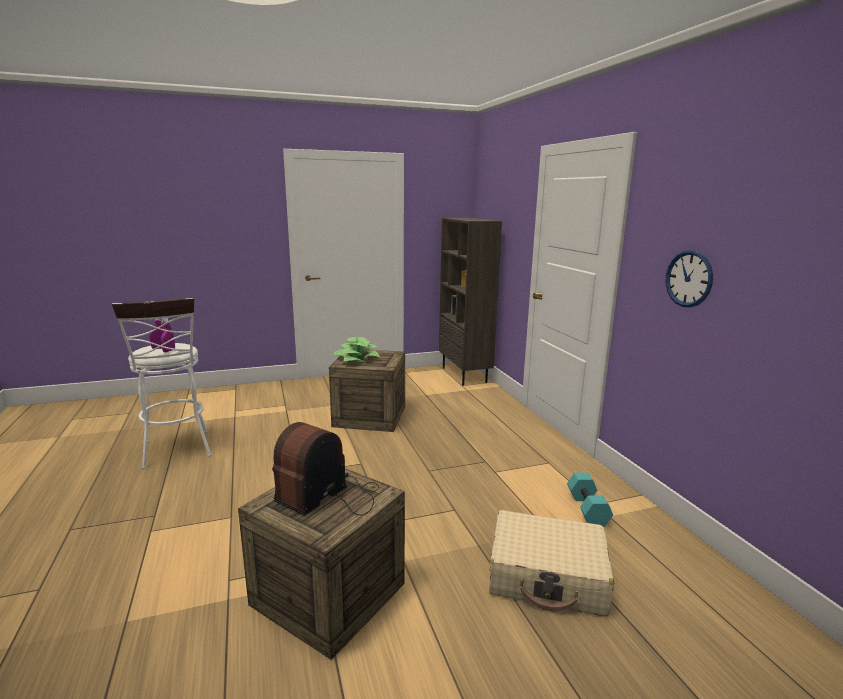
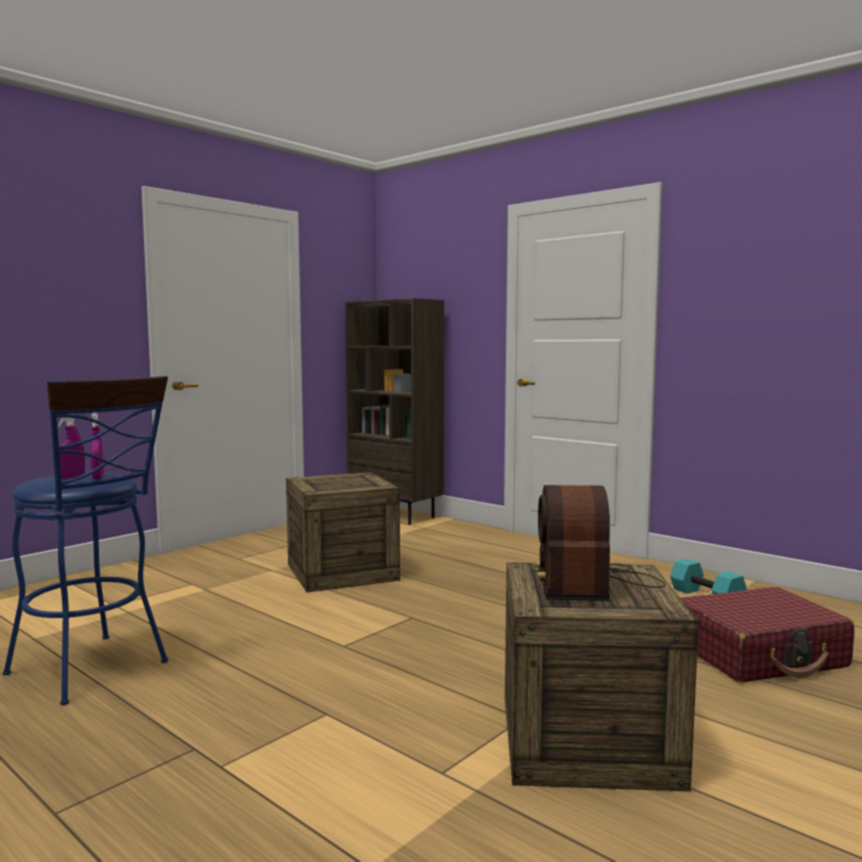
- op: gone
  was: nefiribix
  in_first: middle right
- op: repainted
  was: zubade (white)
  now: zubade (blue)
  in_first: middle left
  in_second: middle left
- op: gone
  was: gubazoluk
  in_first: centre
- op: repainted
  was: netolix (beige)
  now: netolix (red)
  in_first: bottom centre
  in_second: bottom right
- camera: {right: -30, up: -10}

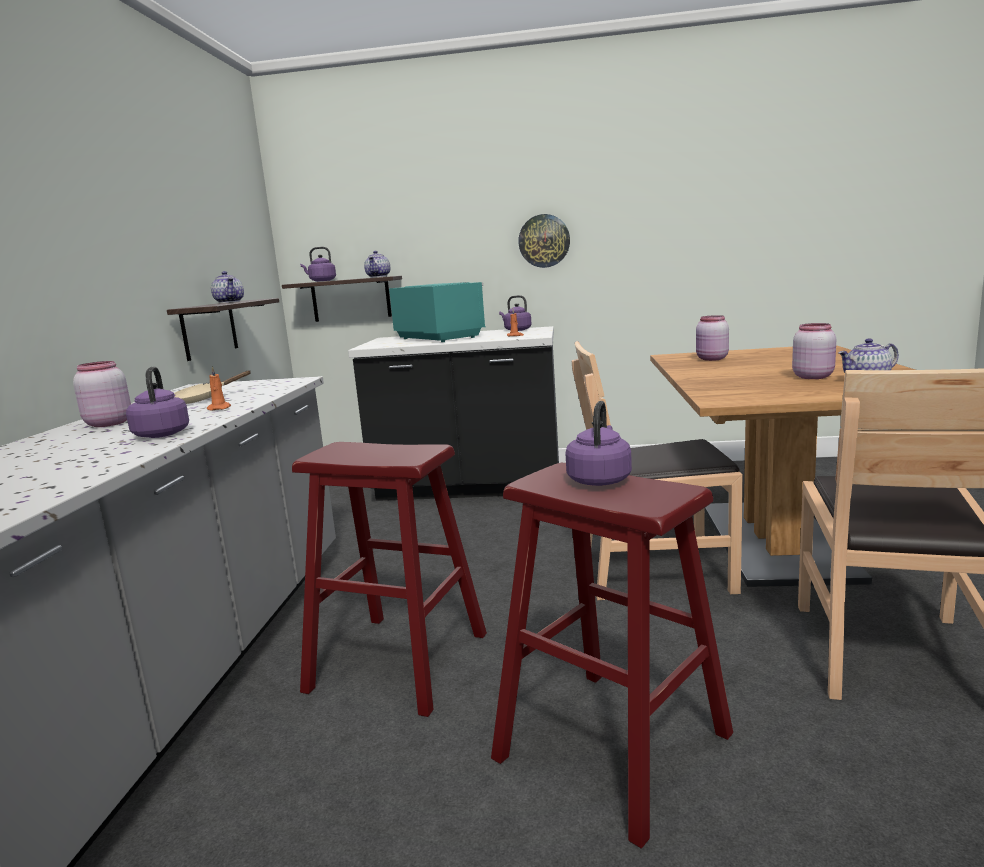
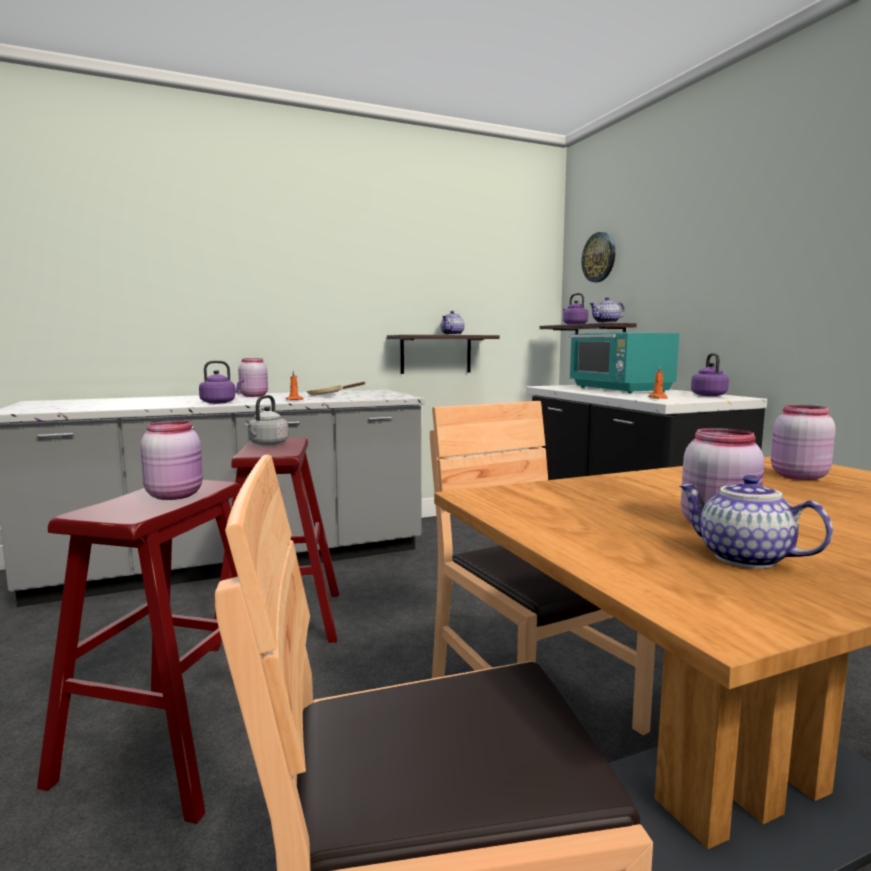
- op: shifted
  was: nefiribix
  in_first: top centre
  in_second: top right
- op: rotated
  was: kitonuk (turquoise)
  in_first: centre
  in_second: middle right
  clockwise: 135
- op: swapped
  was: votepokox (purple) (no. 4 from left)
  now: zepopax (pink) (no. 1 from left)
  in_first: centre
  in_second: middle left
- op: new
  now: votepokox (grey)
  in_second: middle left
- camera: {right: 60, up: -5}

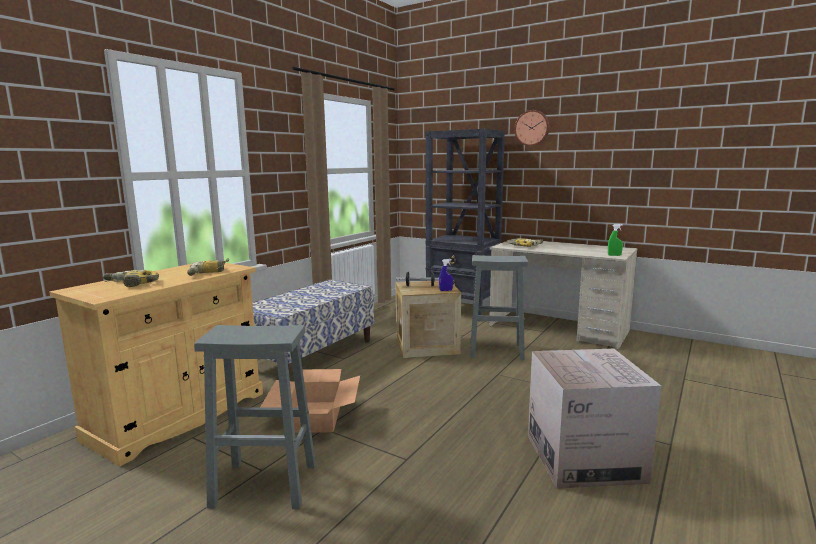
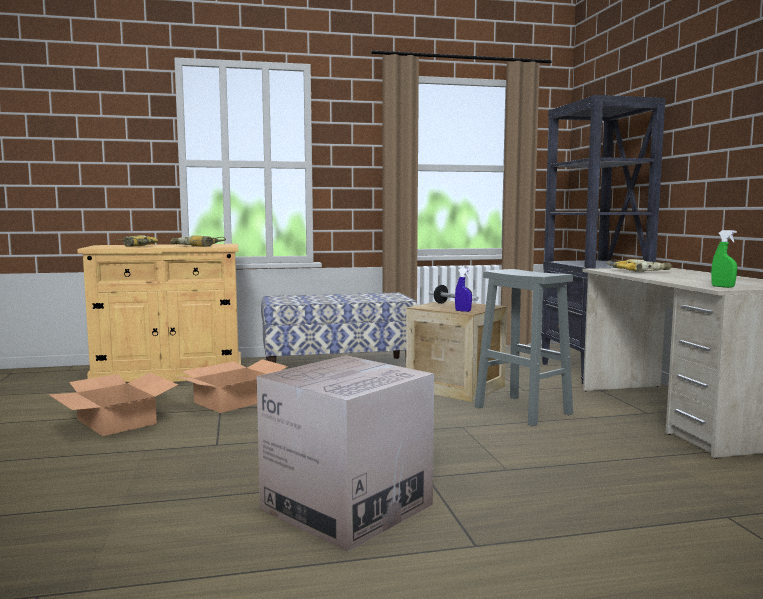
- op: gone
  was: nefiribix
  in_first: top centre
- op: swapped
  was: zubade (grey) (no. 1 from left)
  now: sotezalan (no. 1 from left)
  in_first: bottom left
  in_second: bottom left
- camera: {right: 45, up: -5}

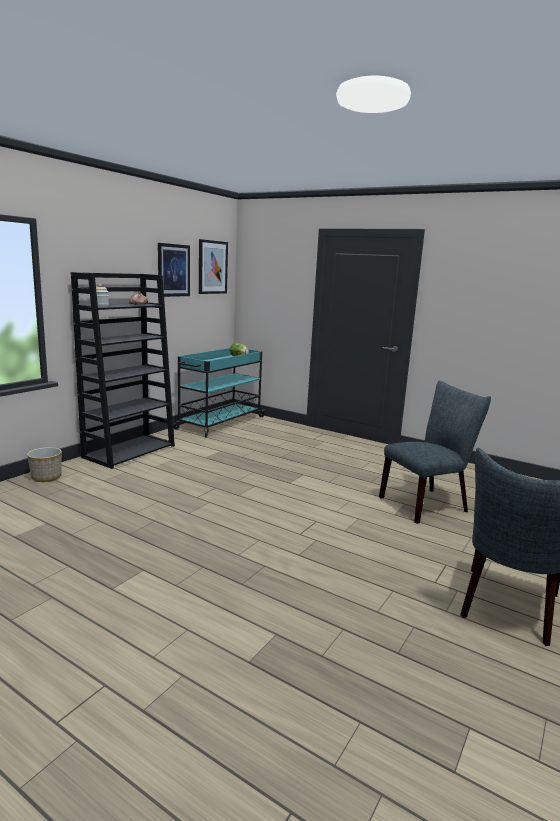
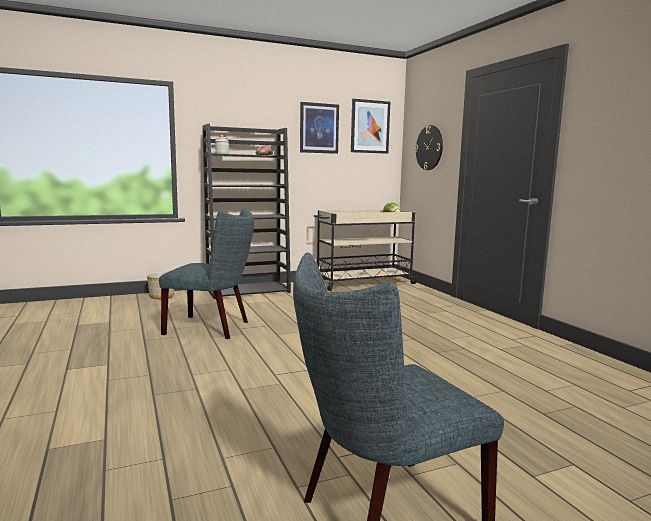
- op: repainted
  was: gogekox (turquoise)
  now: gogekox (beige)
  in_first: centre
  in_second: centre
- op: shifted
  was: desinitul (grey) (no. 1 from left)
  in_first: middle right
  in_second: middle left
- op: new
  now: nefiribix
  in_second: top centre
- camera: {right: 35, up: -5}

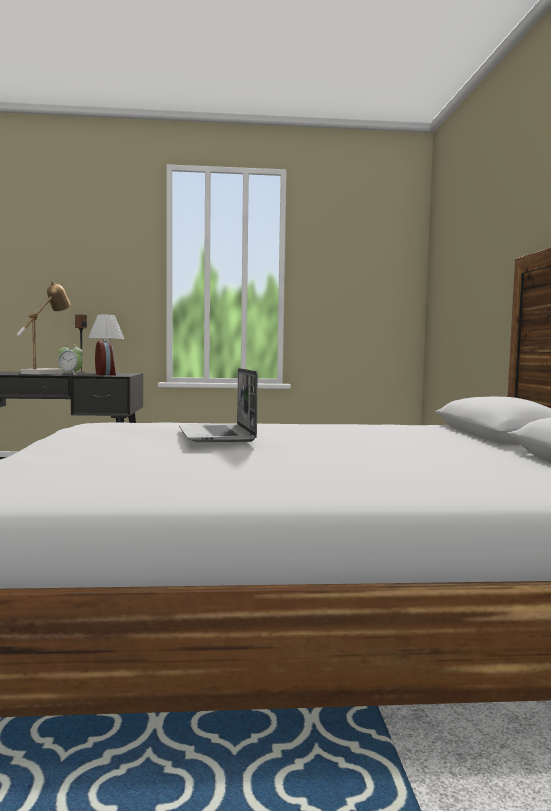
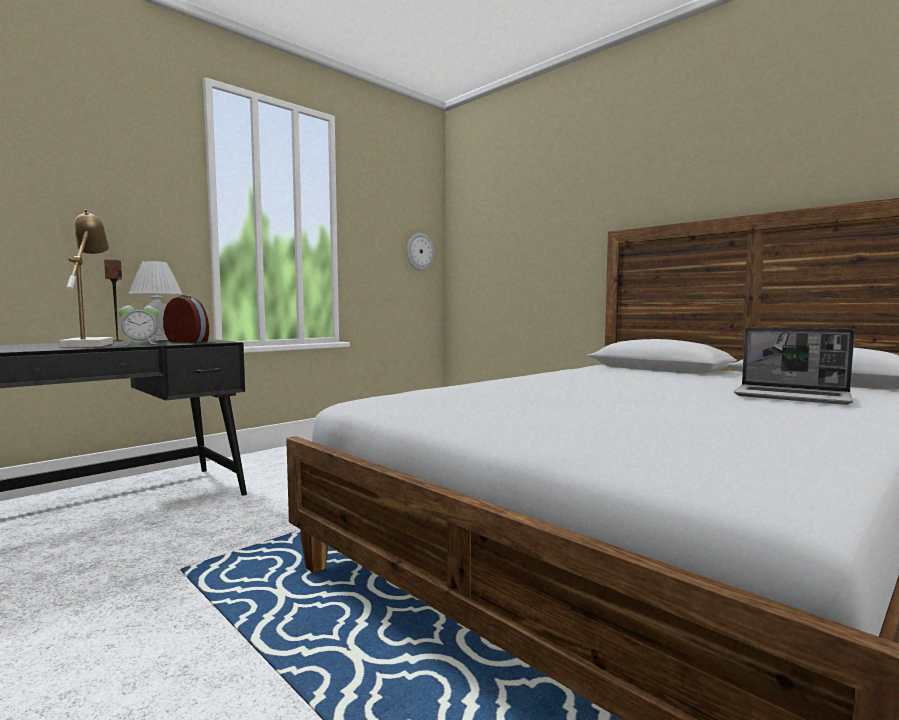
- op: shifted
  was: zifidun
  in_first: centre
  in_second: middle right
- op: new
  now: nefiribix
  in_second: centre
- camera: {right: -40, up: 0}

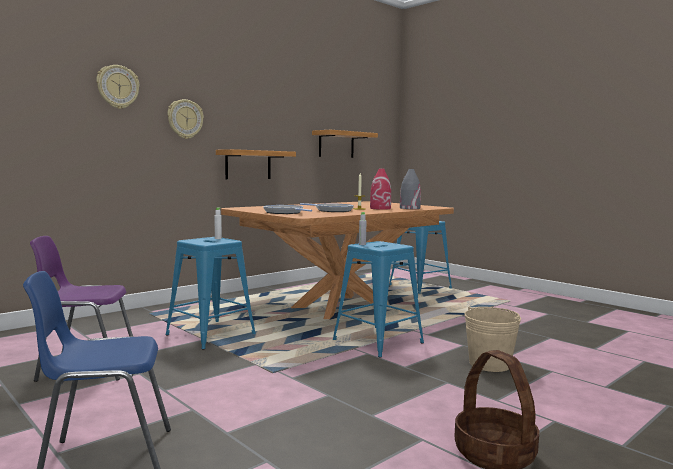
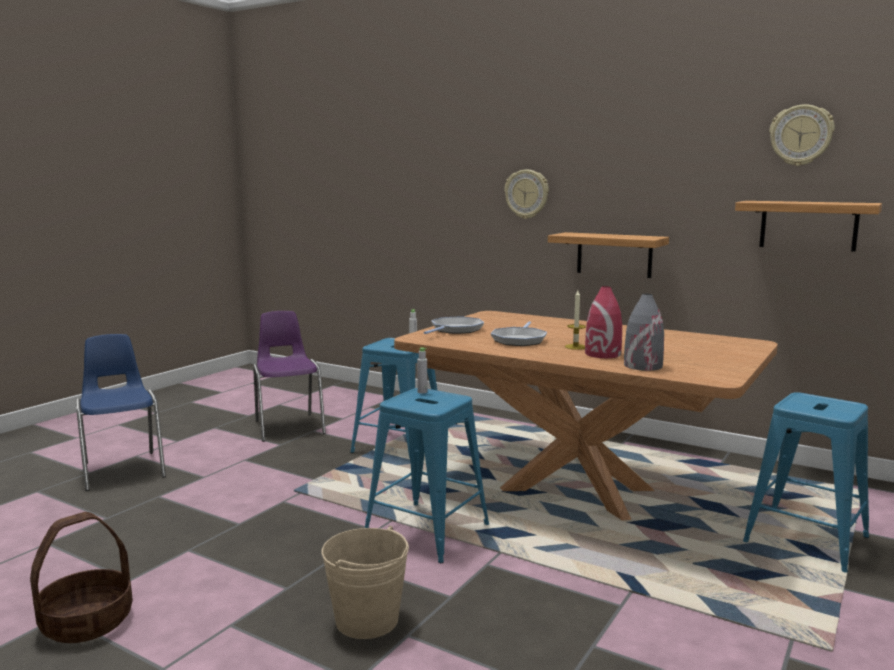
- op: shifted
  was: nefiribix (no. 1 from left in the first image)
  now: nefiribix (no. 2 from left)
  in_first: top left
  in_second: top right
- camera: {right: 75, up: 5}

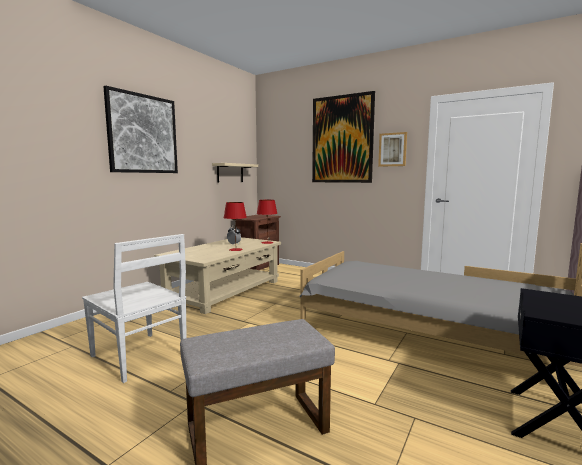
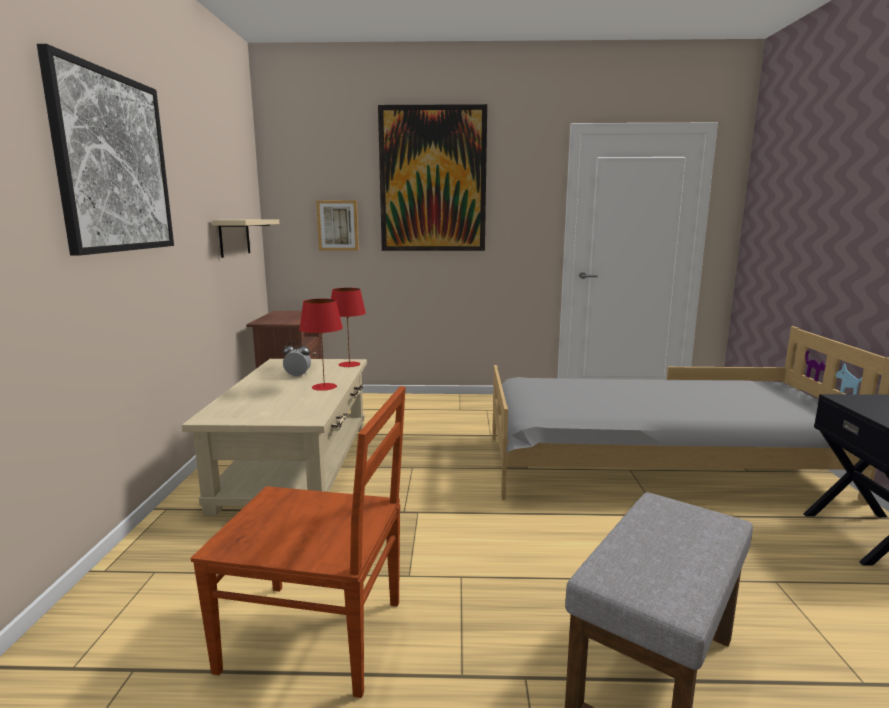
- op: shifted
  was: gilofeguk (no. 3 from left in the first image)
  now: gilofeguk (no. 2 from left)
  in_first: top right
  in_second: top centre
- op: repainted
  was: desinitul (white)
  now: desinitul (brown)
  in_first: middle left
  in_second: bottom centre
- camera: {right: -30, up: 5}

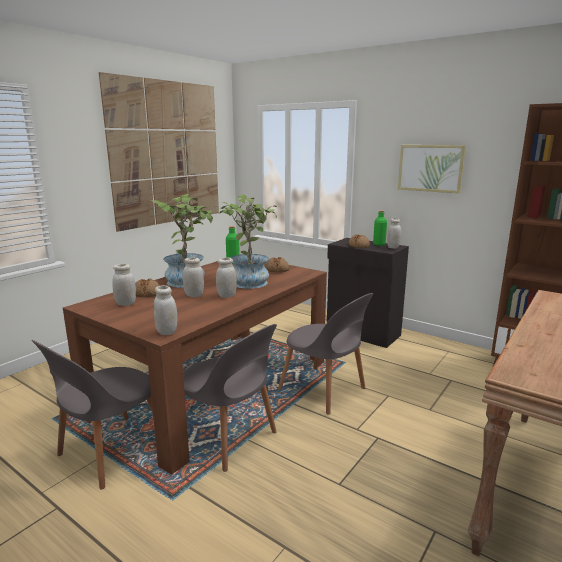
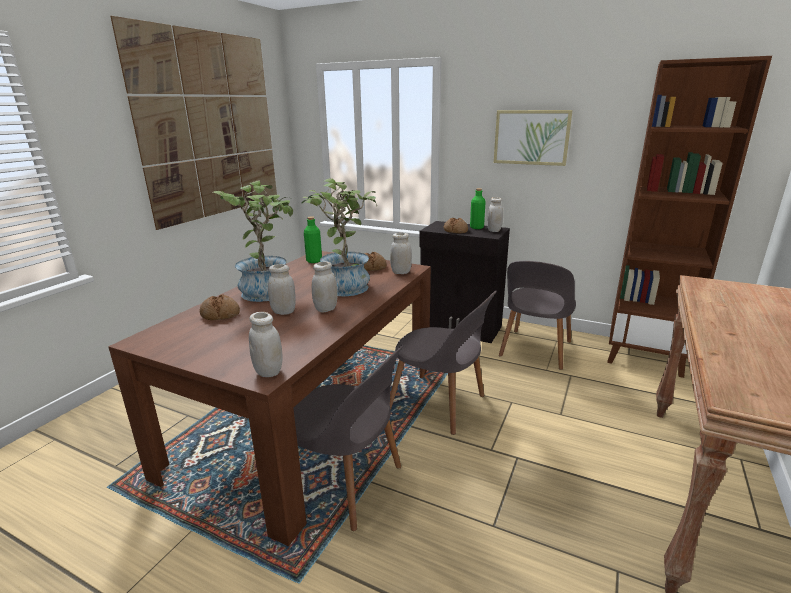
- op: shifted
  was: zepopax (white) (no. 1 from left in the first image)
  now: zepopax (white) (no. 4 from left)
  in_first: middle left
  in_second: centre
- op: shifted
  was: desinitul (grey) (no. 1 from left in the first image)
  now: desinitul (grey) (no. 3 from left)
  in_first: bottom left
  in_second: middle right
- camera: {right: -10, up: 5}

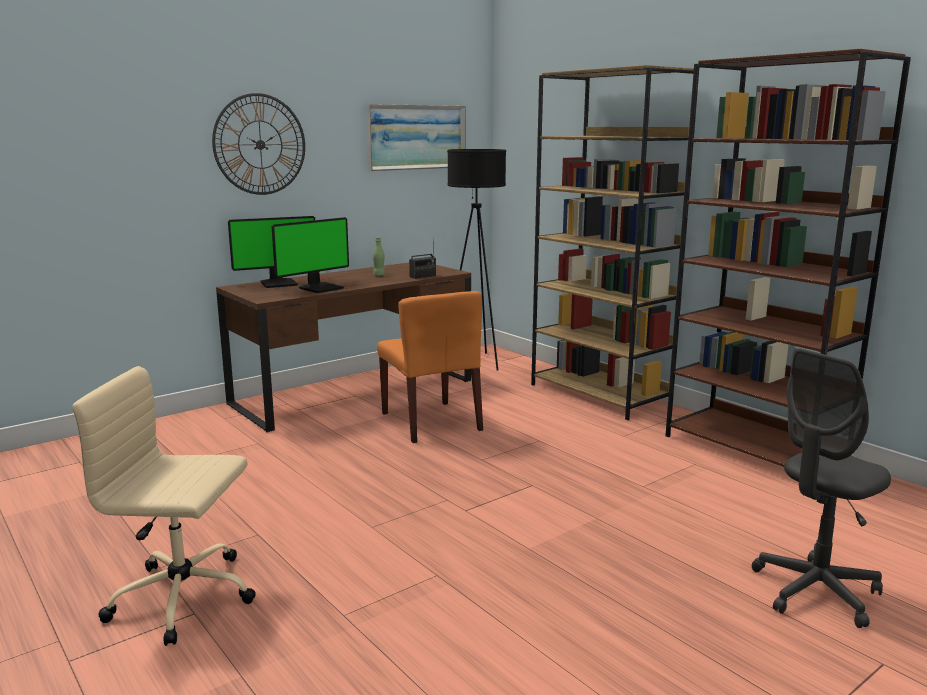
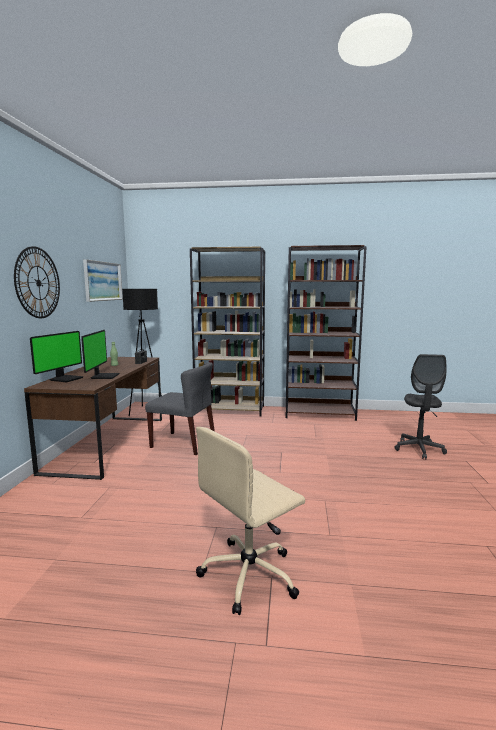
- op: repainted
  was: desinitul (orange)
  now: desinitul (grey)
  in_first: centre
  in_second: centre
- camera: {right: -45, up: -5}

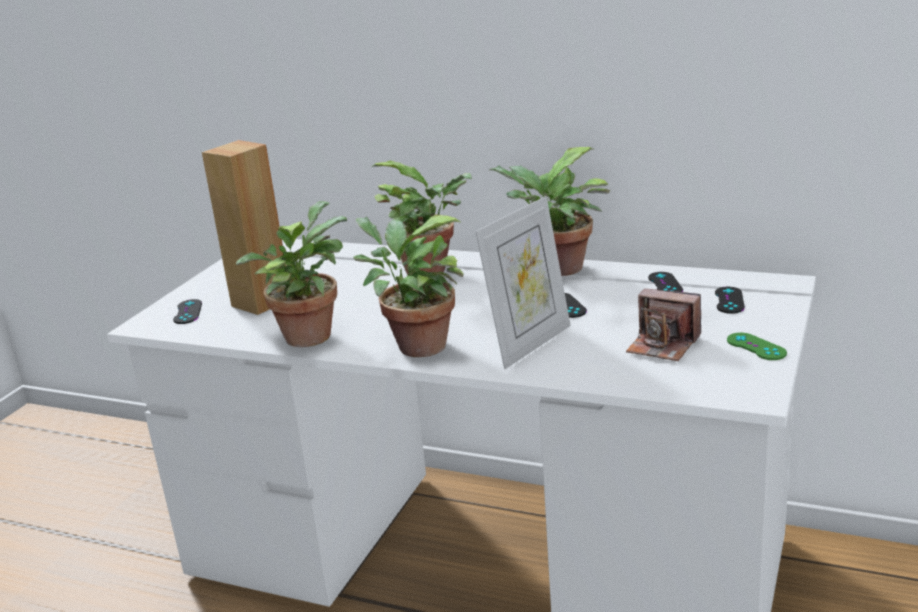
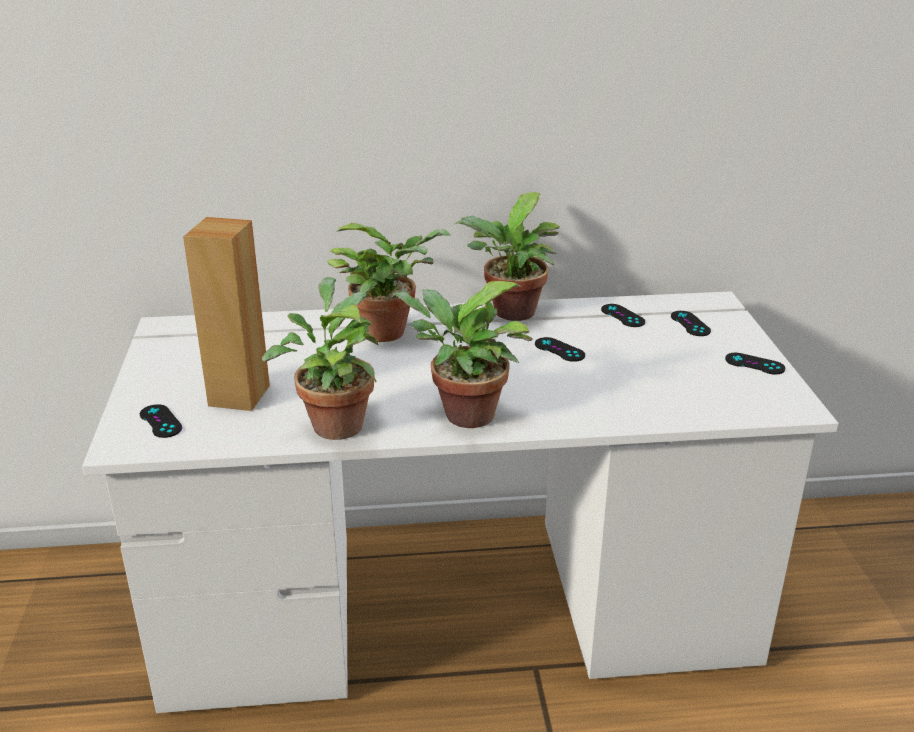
- op: gone
  was: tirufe
  in_first: centre
- op: gone
  was: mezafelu
  in_first: middle right
- op: repainted
  was: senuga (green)
  now: senuga (black) (no. 5 from left)
  in_first: middle right
  in_second: middle right
- camera: {right: -30, up: 5}

